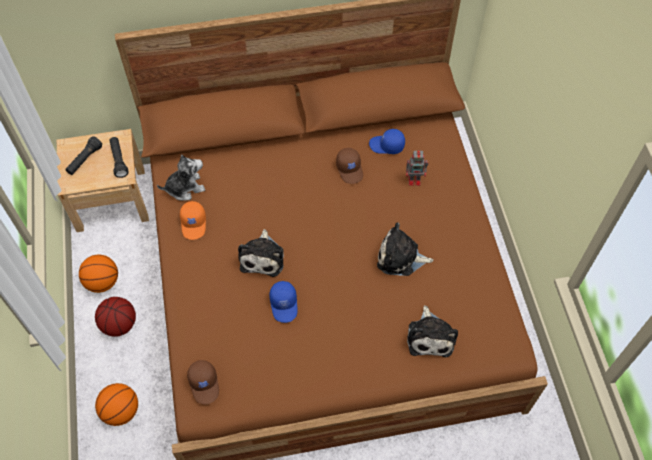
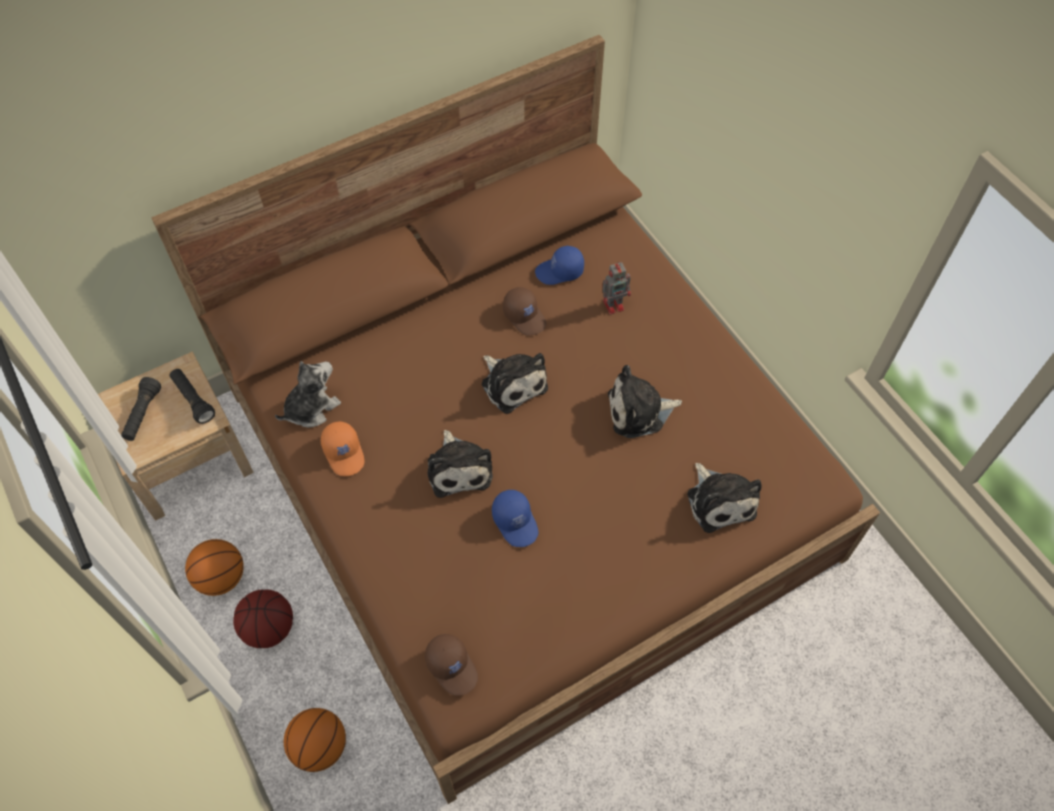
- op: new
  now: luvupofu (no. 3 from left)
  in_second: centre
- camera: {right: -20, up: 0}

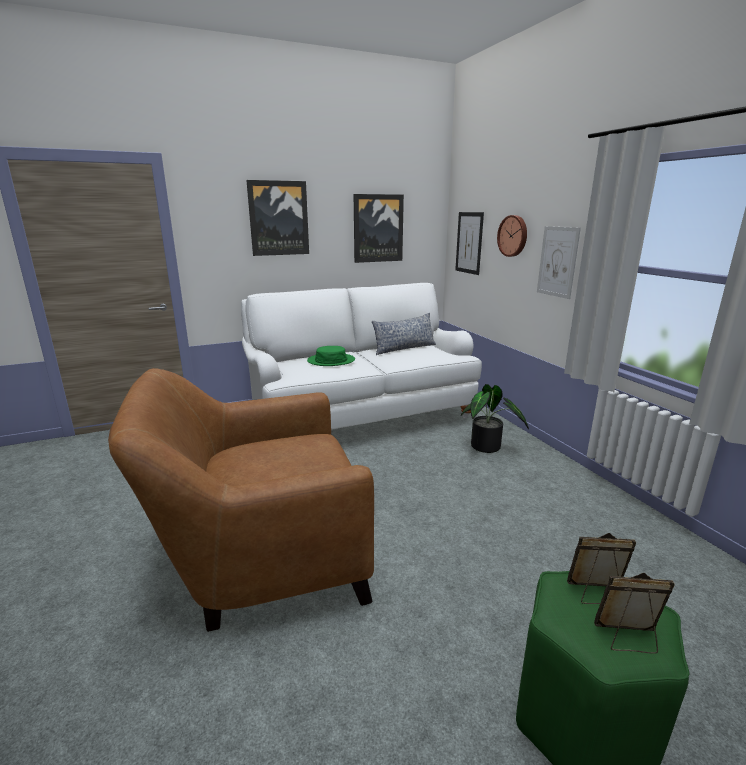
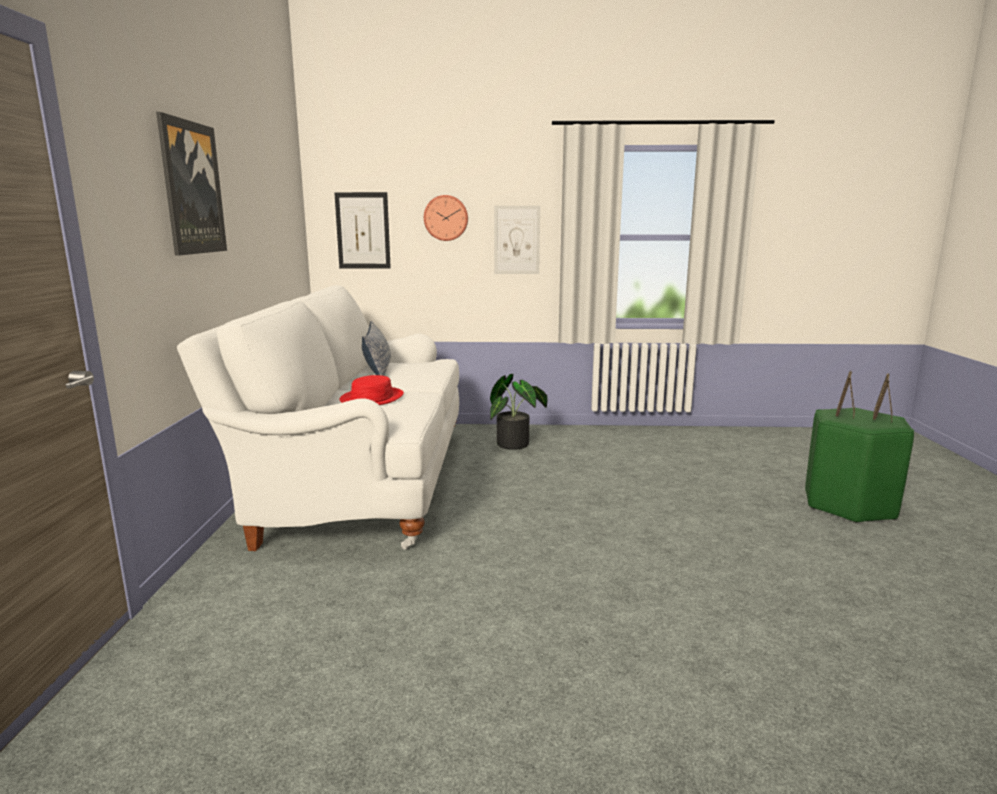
- op: gone
  was: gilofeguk (no. 2 from left)
  in_first: top centre
- op: repainted
  was: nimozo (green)
  now: nimozo (red)
  in_first: centre
  in_second: centre
- op: gone
  was: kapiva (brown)
  in_first: middle left
- camera: {right: -65, up: -5}

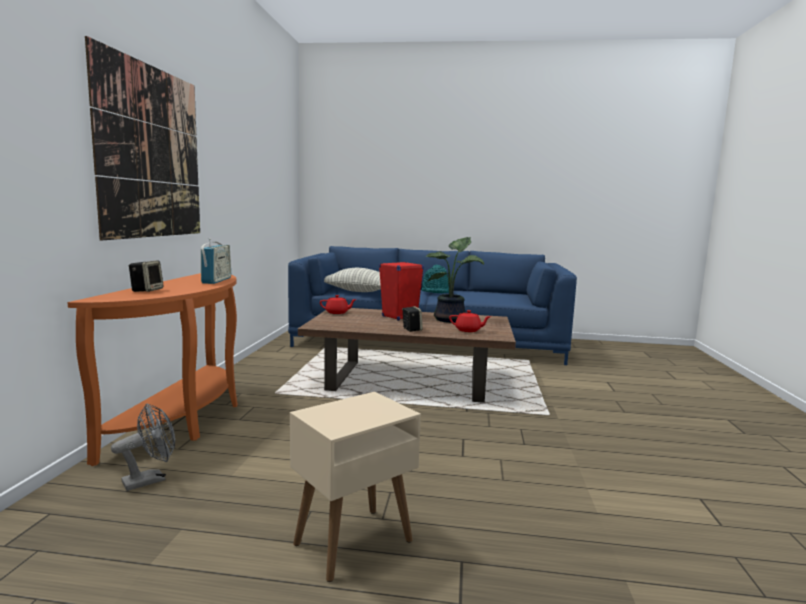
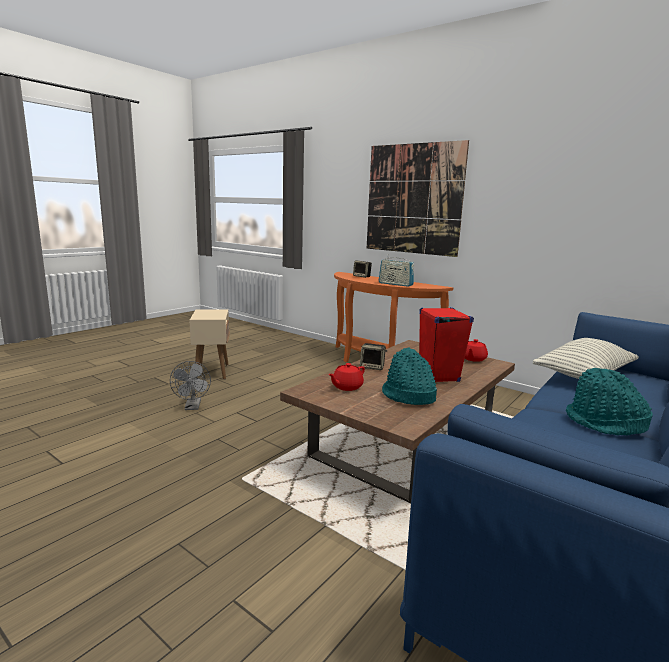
- op: swapped
  was: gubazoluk
  now: nimozo (turquoise) (no. 1 from left)
  in_first: centre
  in_second: centre
- op: shifted
  was: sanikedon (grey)
  in_first: bottom left
  in_second: middle left
- camera: {right: 120, up: 5}

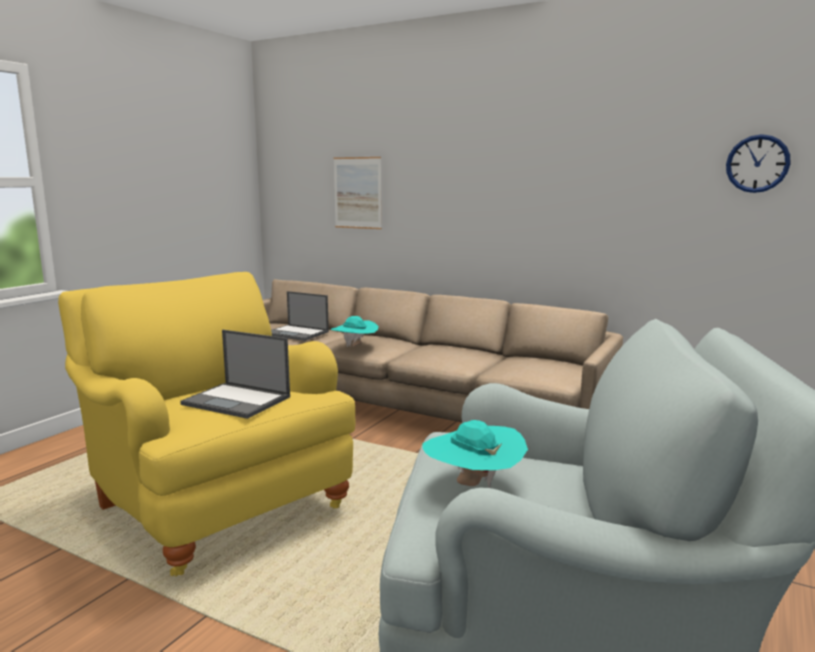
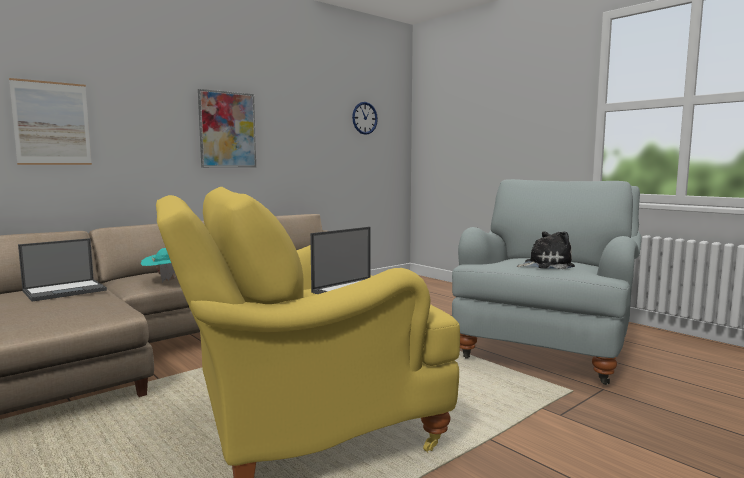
- op: swapped
  was: nimozo (turquoise) (no. 2 from left)
  now: luvupofu
  in_first: bottom centre
  in_second: middle right
- op: new
  now: gilofeguk (no. 2 from left)
  in_second: top left
- camera: {right: -70, up: -5}

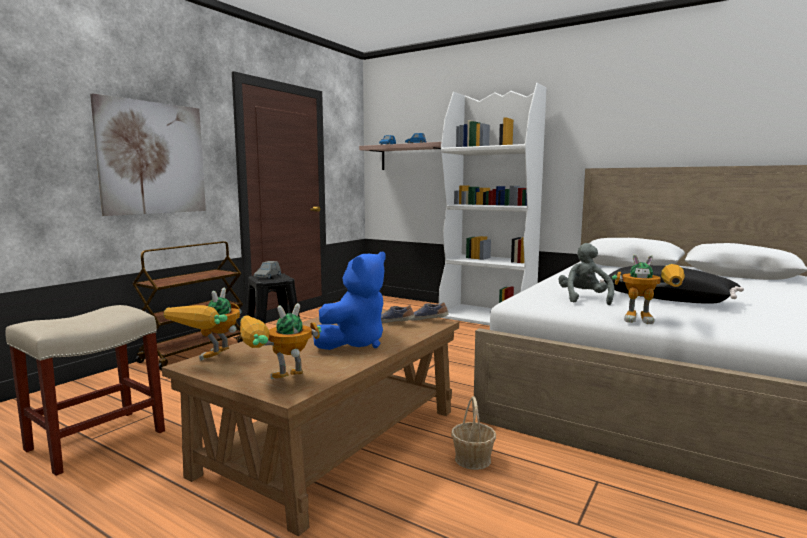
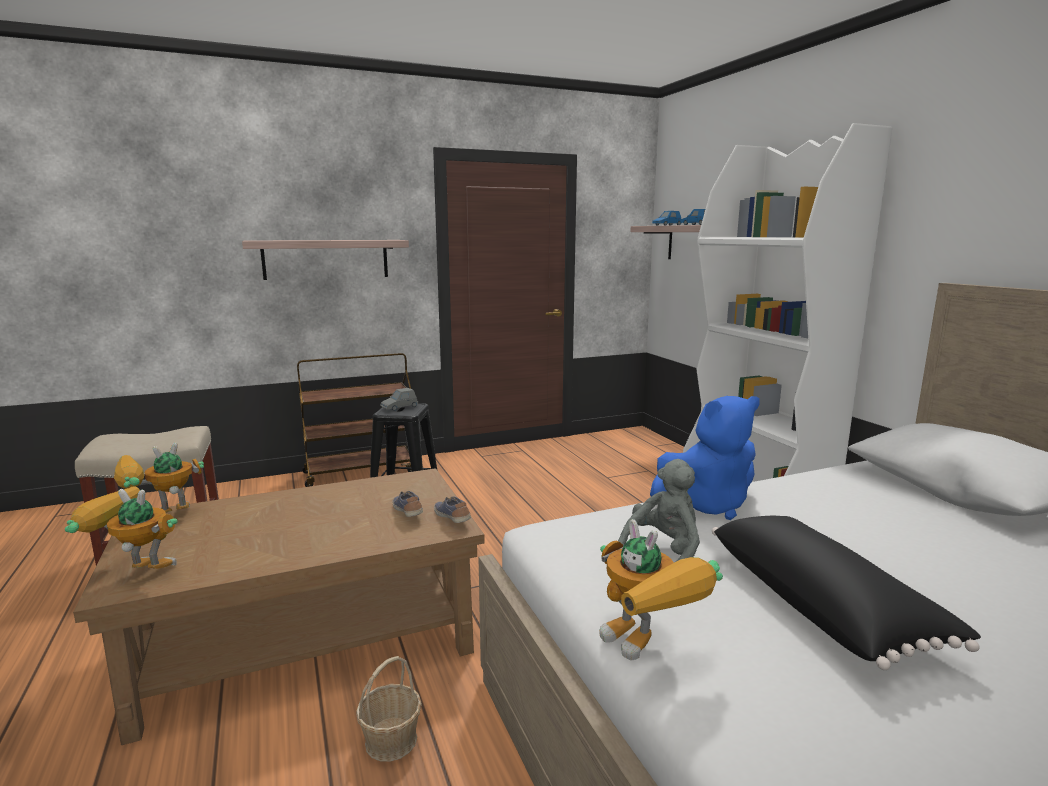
- op: swapped
  was: gilofeguk
  now: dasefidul (no. 1 from left)
  in_first: top left
  in_second: top left
- op: shifted
  was: luvupofu (blue)
  in_first: centre
  in_second: middle right
- camera: {right: 35, up: 5}

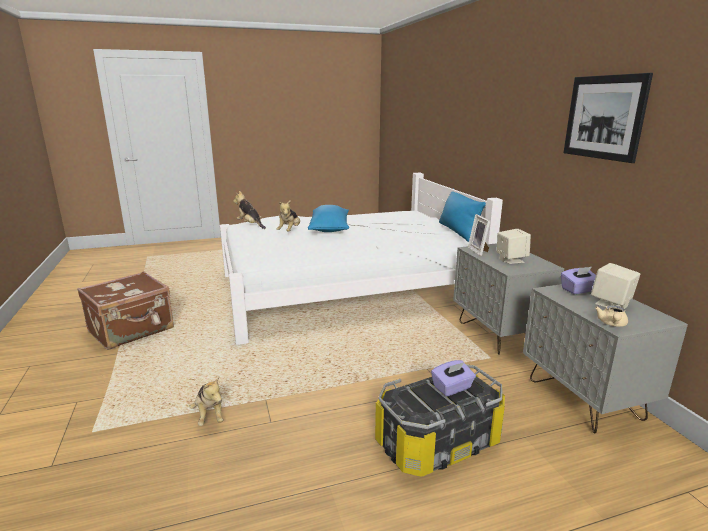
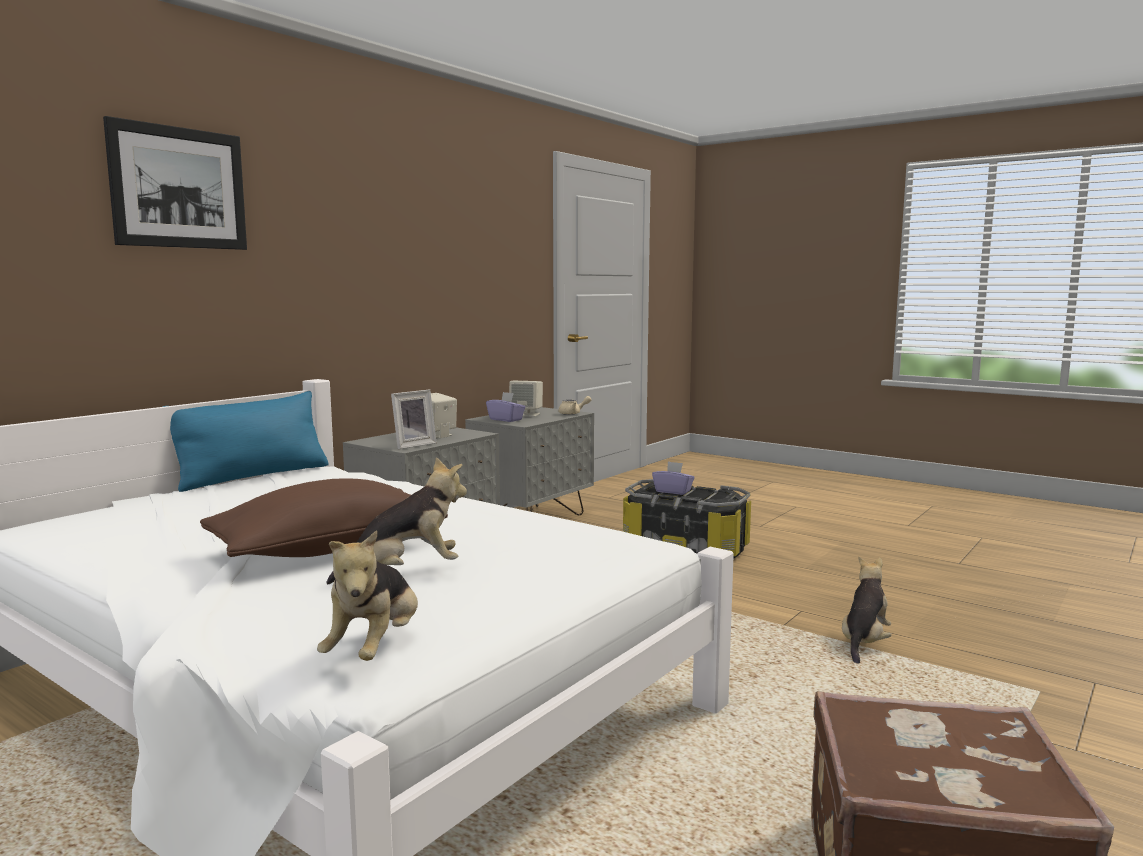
- op: shifted
  was: gilofeguk
  in_first: top right
  in_second: top left
- op: repainted
  was: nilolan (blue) (no. 1 from left)
  now: nilolan (brown)
  in_first: centre
  in_second: middle left
- camera: {right: -125, up: -10}

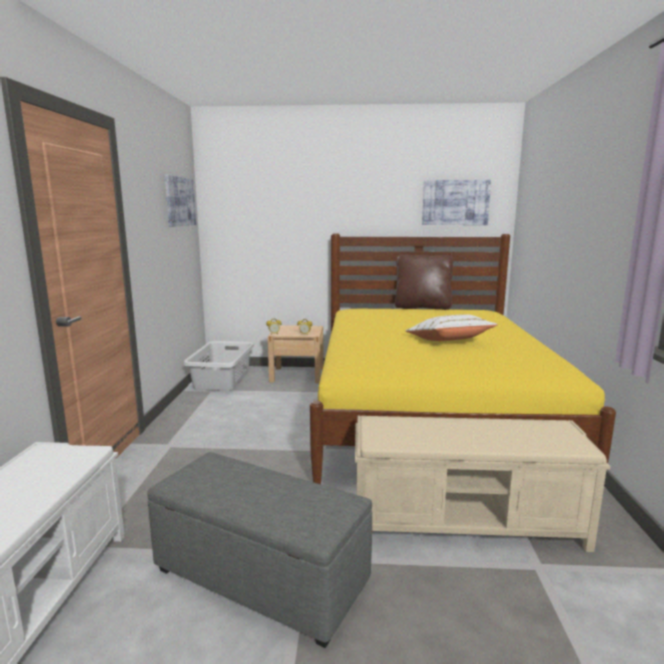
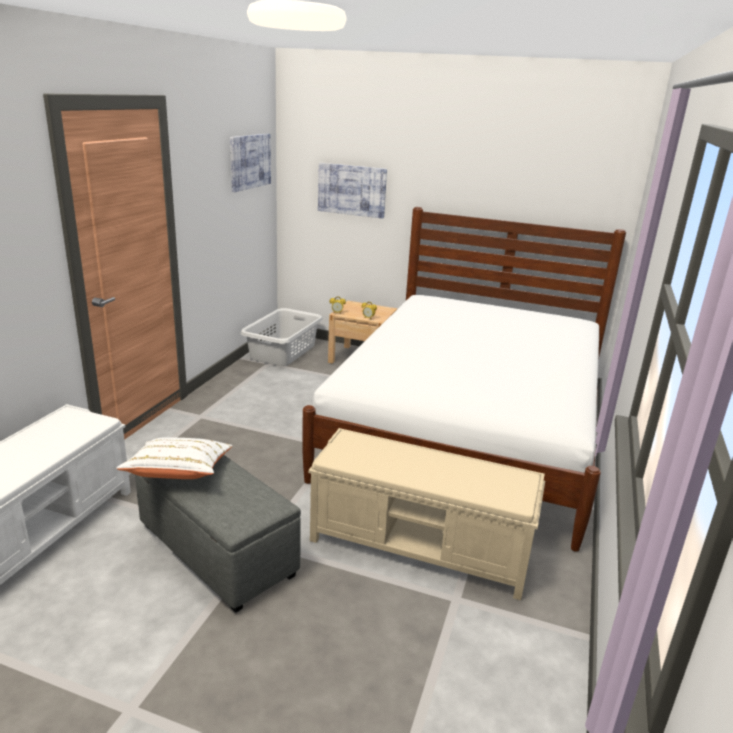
- op: shifted
  was: gilofeguk (no. 2 from left)
  in_first: top right
  in_second: top centre
- op: repainted
  was: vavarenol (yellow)
  now: vavarenol (white)
  in_first: middle right
  in_second: centre
- op: gone
  was: nilolan (brown)
  in_first: centre
- op: shifted
  was: nilolan (white)
  in_first: middle right
  in_second: middle left
- camera: {right: 15, up: 10}

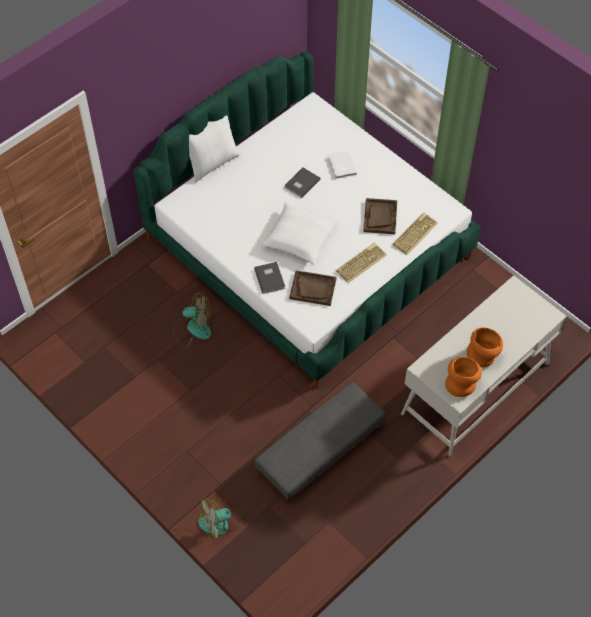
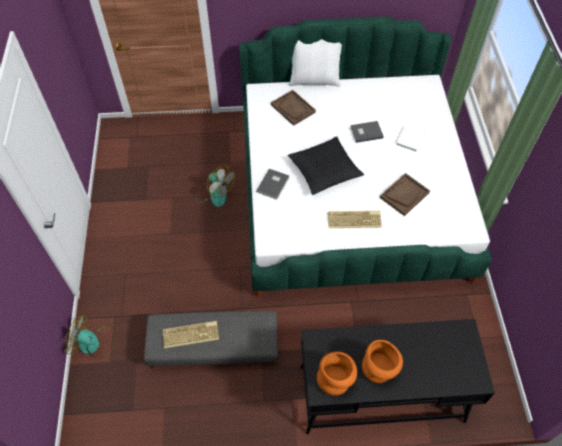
- op: repainted
  was: nilolan (white) (no. 2 from left)
  now: nilolan (black)
  in_first: centre
  in_second: centre
- op: shifted
  was: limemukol (no. 2 from left in the first image)
  now: limemukol (no. 1 from left)
  in_first: middle right
  in_second: bottom centre
- op: shifted
  was: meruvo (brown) (no. 1 from left)
  in_first: centre
  in_second: top centre
- op: repainted
  was: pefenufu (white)
  now: pefenufu (black)
  in_first: middle right
  in_second: bottom right
- camera: {right: 40, up: 0}

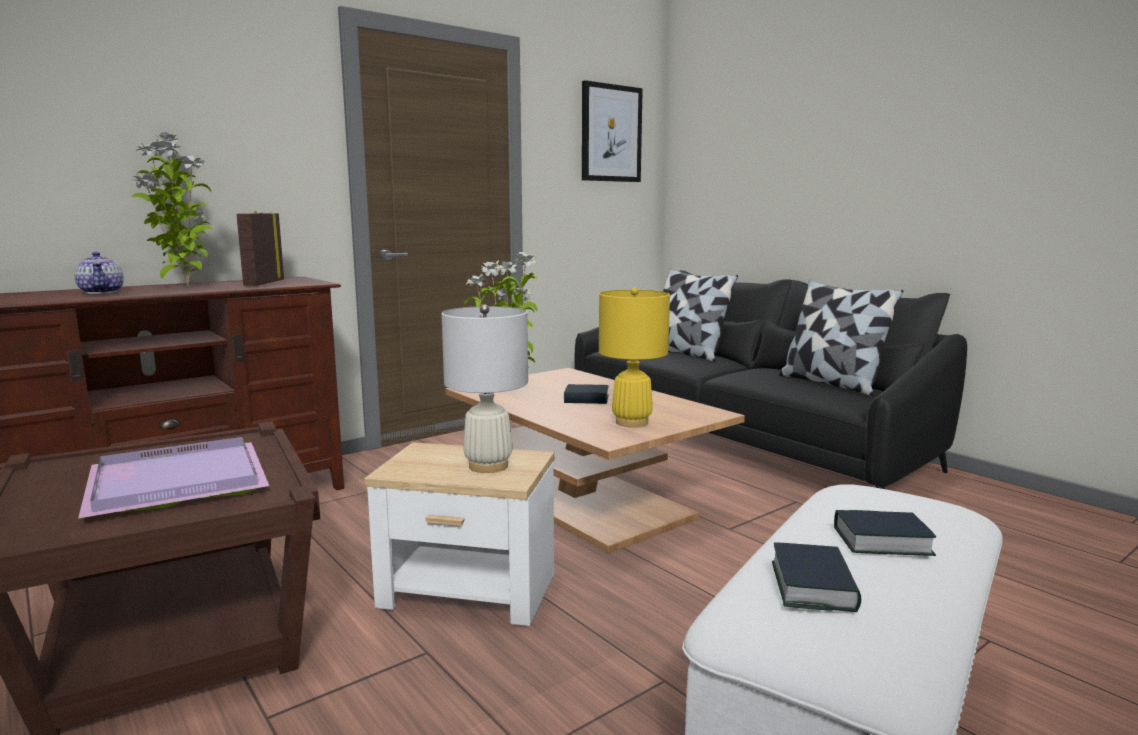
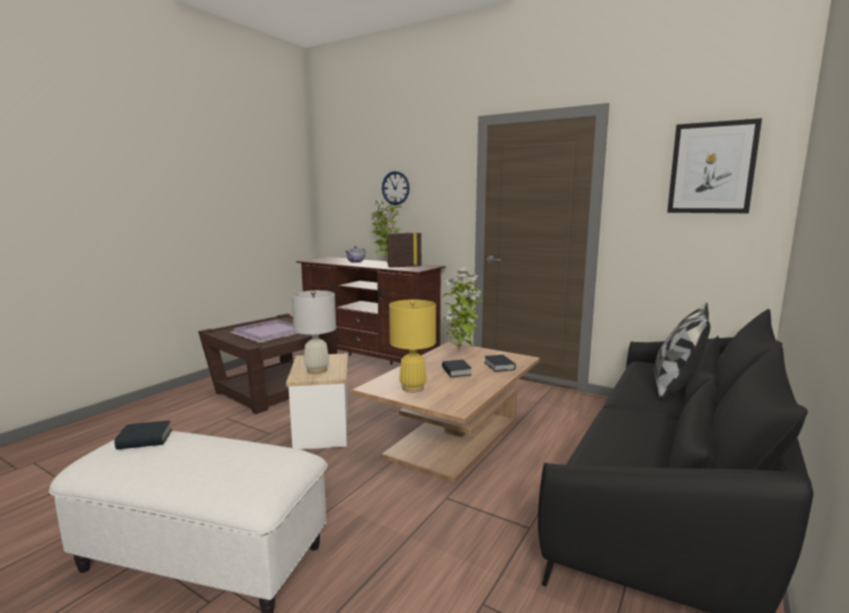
- op: gone
  was: nilolan (no. 2 from left)
  in_first: middle right
- op: shifted
  was: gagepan (no. 3 from left)
  in_first: bottom right
  in_second: centre
- op: new
  now: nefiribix
  in_second: top centre
- camera: {right: 70, up: 0}

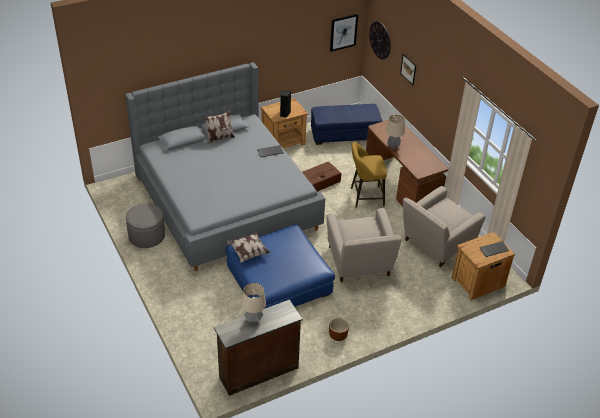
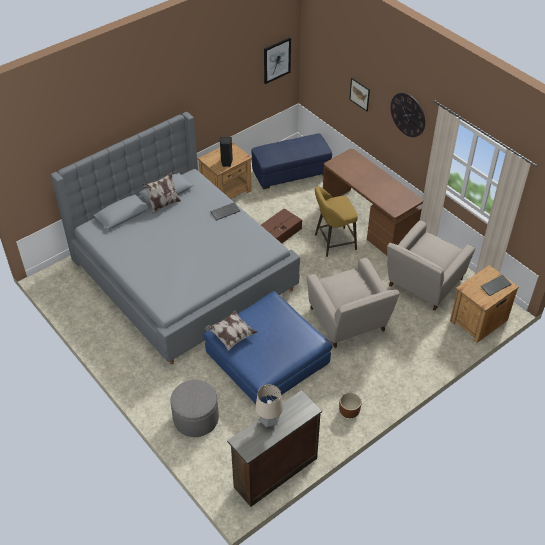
- op: shifted
  was: nefiribix
  in_first: top centre
  in_second: top right
- op: gone
  was: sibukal (no. 2 from left)
  in_first: top centre
- op: shifted
  was: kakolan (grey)
  in_first: middle left
  in_second: bottom centre
- camera: {right: -10, up: 5}

